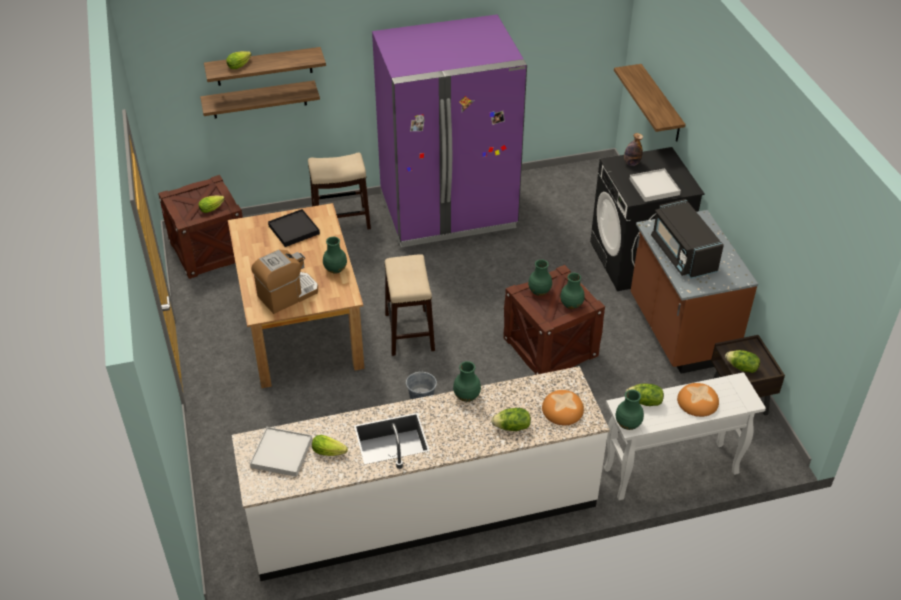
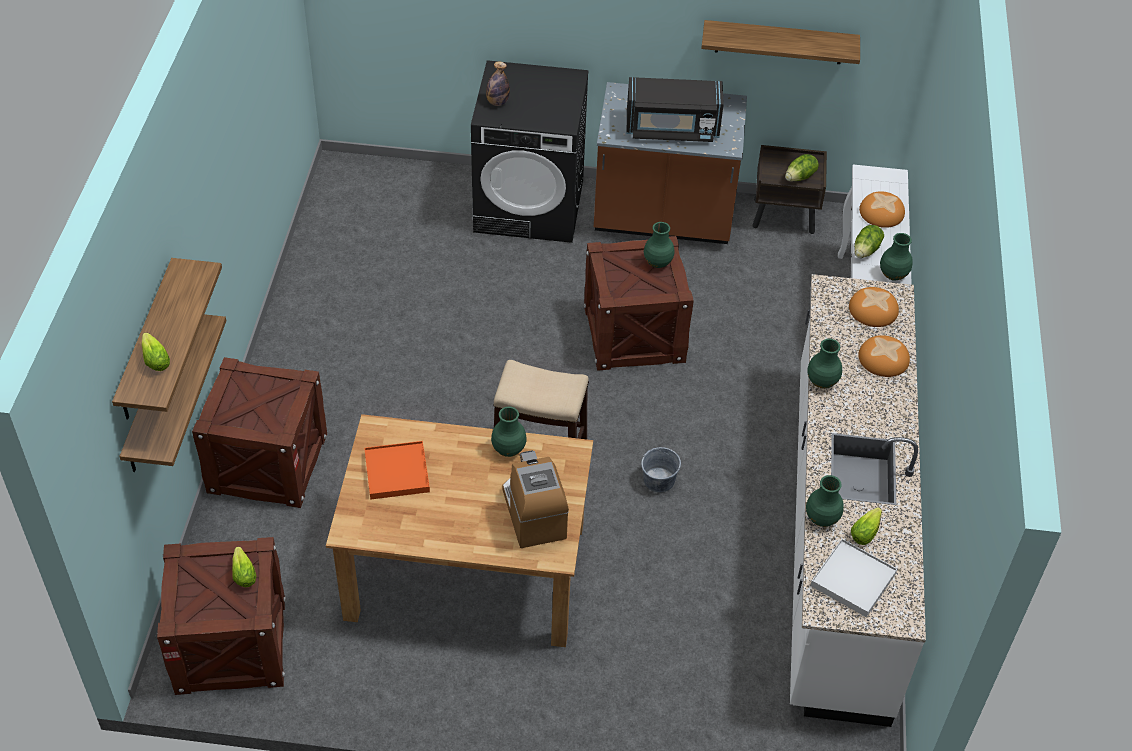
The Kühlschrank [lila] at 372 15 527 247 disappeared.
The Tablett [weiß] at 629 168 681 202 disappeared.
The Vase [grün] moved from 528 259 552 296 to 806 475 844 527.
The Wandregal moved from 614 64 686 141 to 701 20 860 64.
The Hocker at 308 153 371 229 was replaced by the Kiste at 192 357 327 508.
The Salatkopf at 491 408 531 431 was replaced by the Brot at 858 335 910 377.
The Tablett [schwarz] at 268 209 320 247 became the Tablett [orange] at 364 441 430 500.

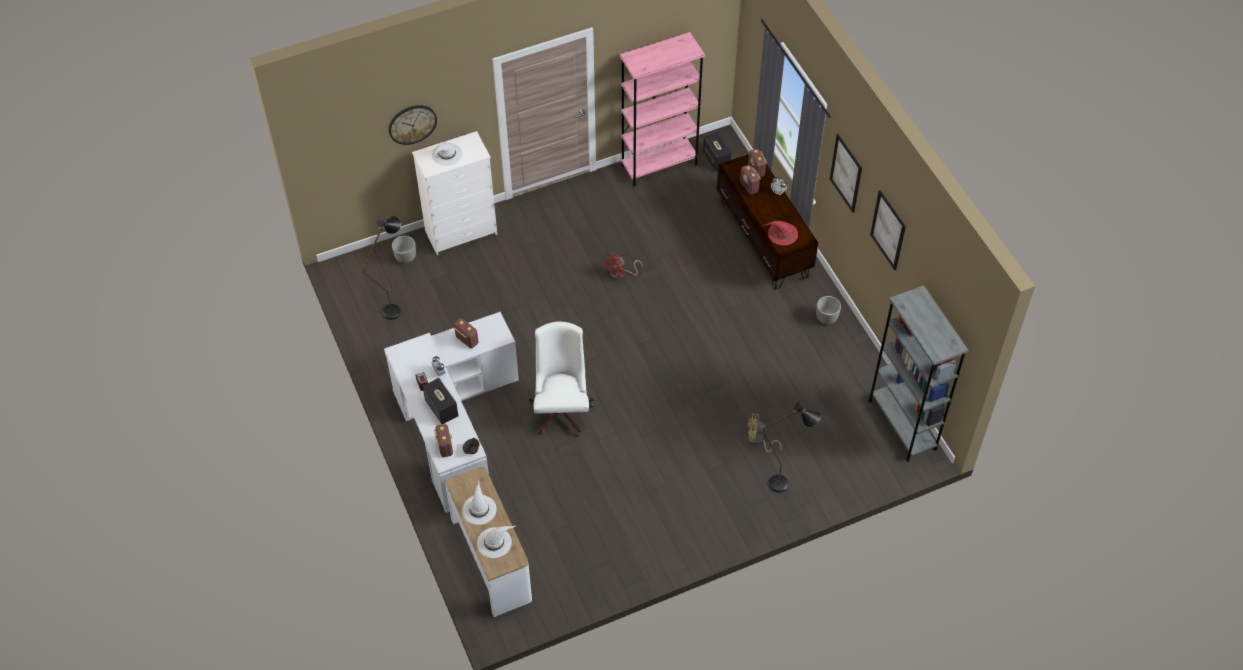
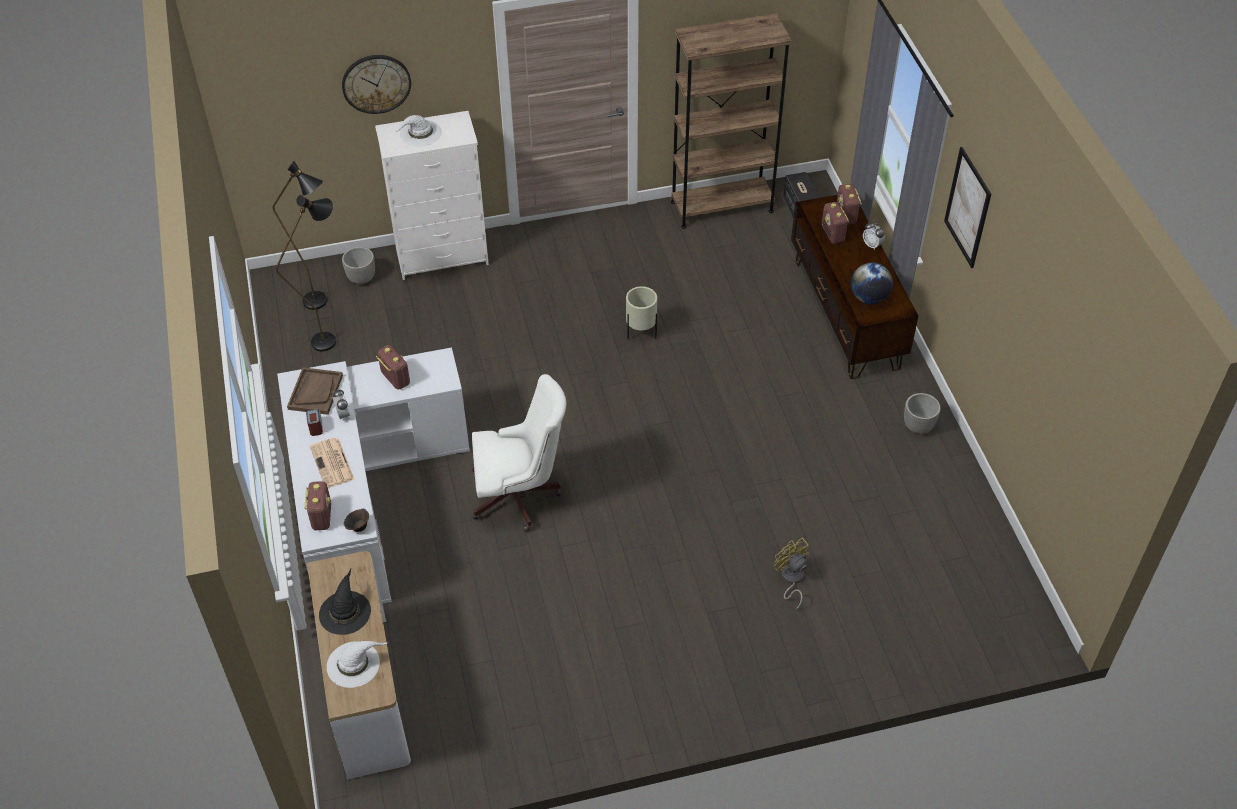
The Bücherregal [grau] at 868 285 969 462 disappeared.
The Bild at 870 190 906 270 disappeared.
The Tablett [braun] at 287 367 343 415 appeared.
The Stehlampe [schwarz] moved from 763 402 821 493 to 273 161 327 310.
The Lautsprecher at 423 378 458 424 was replaced by the Zeitung at 310 438 354 488.
The Ventilator [rot] at 603 252 643 279 was replaced by the Pflanzkübel [beige] at 626 286 657 339.
The Hut [rot] at 763 221 798 245 was replaced by the Globus at 851 263 893 304.
The Hut [weiß] at 462 480 496 525 became the Hut [schwarz] at 319 569 371 635.
The Bücherregal [rosa] at 620 32 705 187 became the Bücherregal [braun] at 671 13 792 229.
The Bürostuhl [weiß] at 529 322 594 436 turned 75 degrees clockwise.
The Ventilator [gelb] at 748 414 782 452 turned 45 degrees clockwise.

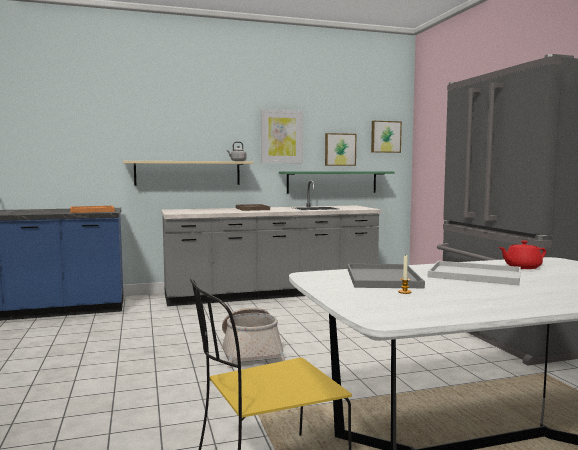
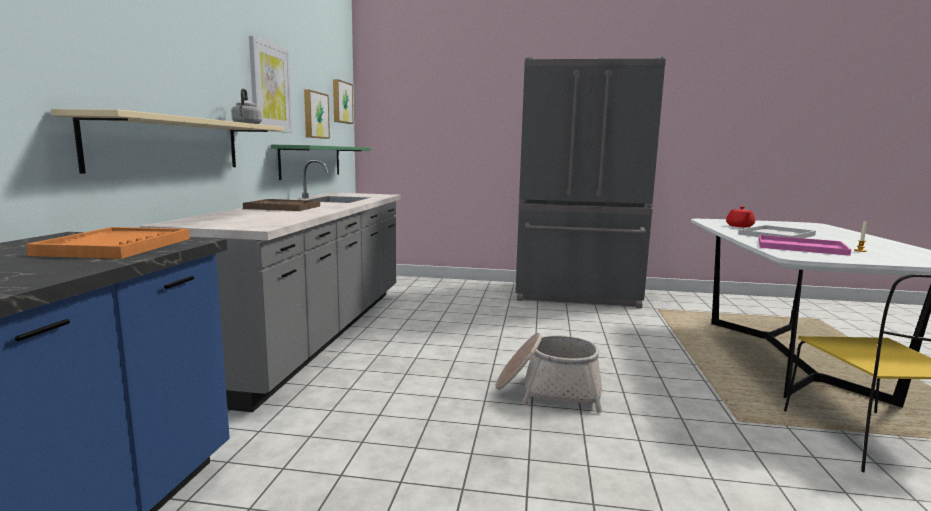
The Tablett [grau] at 348 264 425 288 became the Tablett [rosa] at 758 235 851 256.

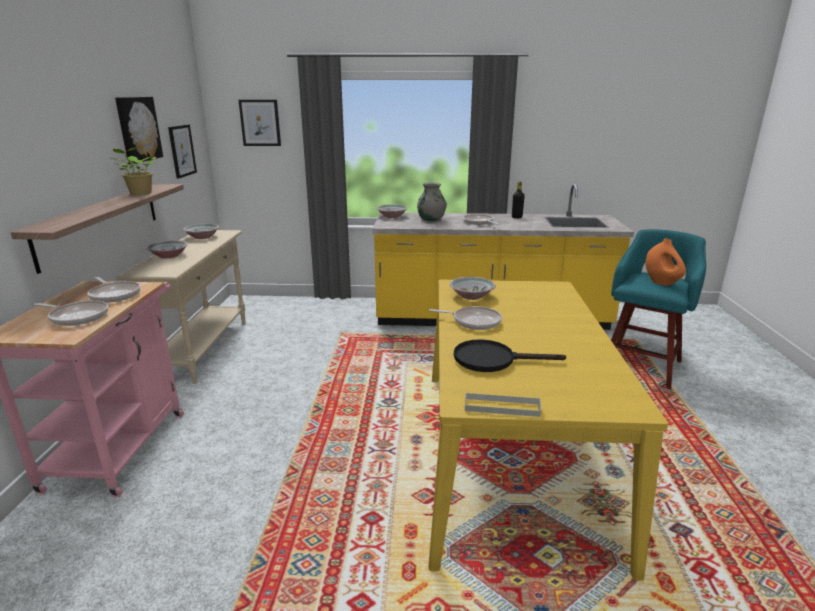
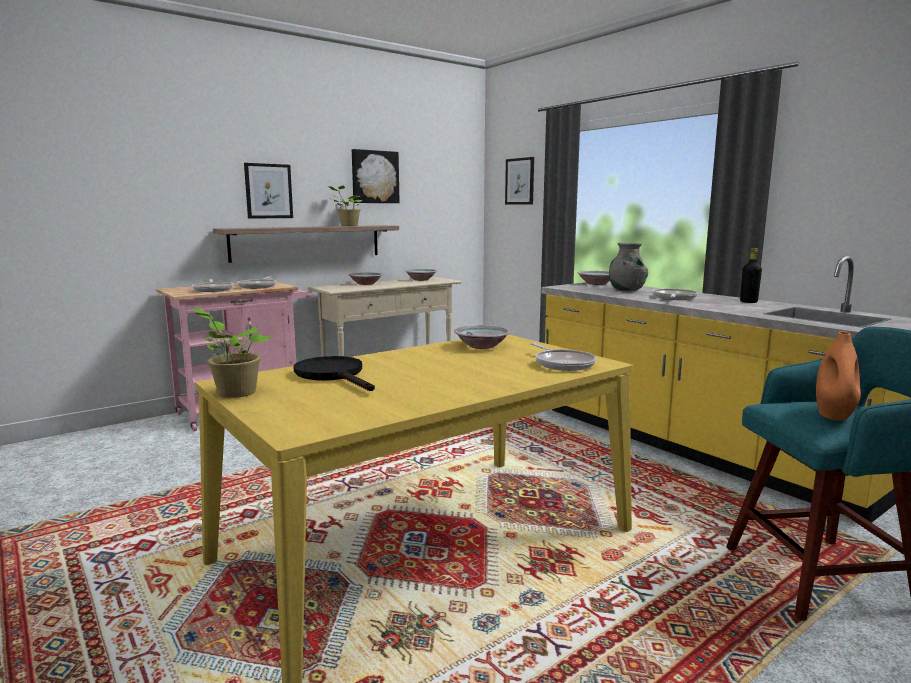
The Bild moved from 168 124 197 179 to 244 163 293 219.
The Pfanne moved from 429 306 502 330 to 530 343 596 371.
The Tablett [grau] at 465 393 541 417 was replaced by the Topfpflanze at 194 308 271 398.

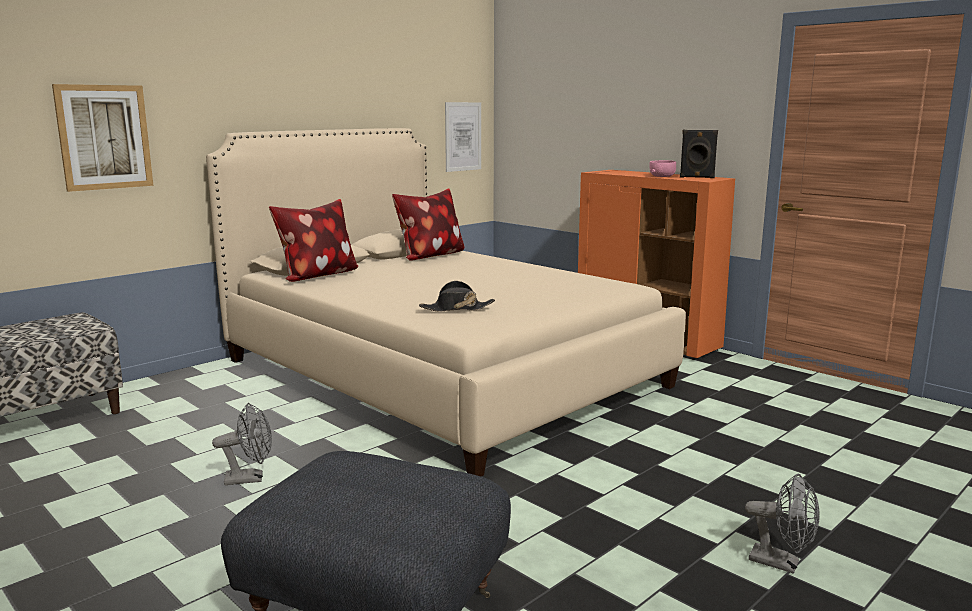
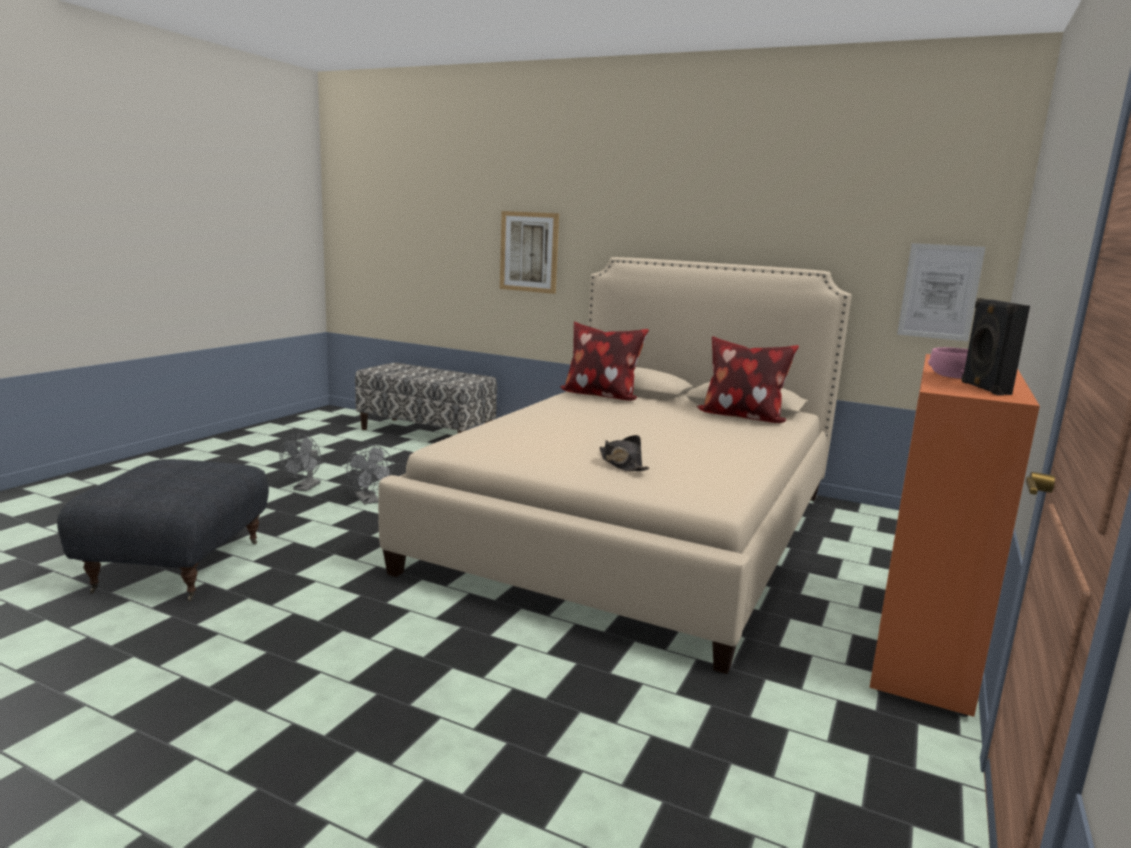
The Hut [schwarz] moved from 419 281 495 312 to 599 435 649 471.
The Ventilator [grau] moved from 745 474 820 574 to 280 434 321 491.

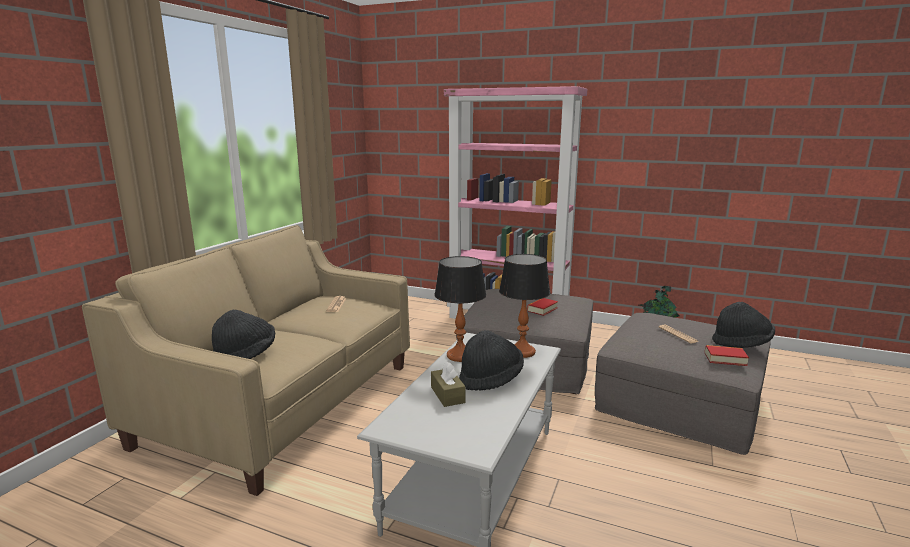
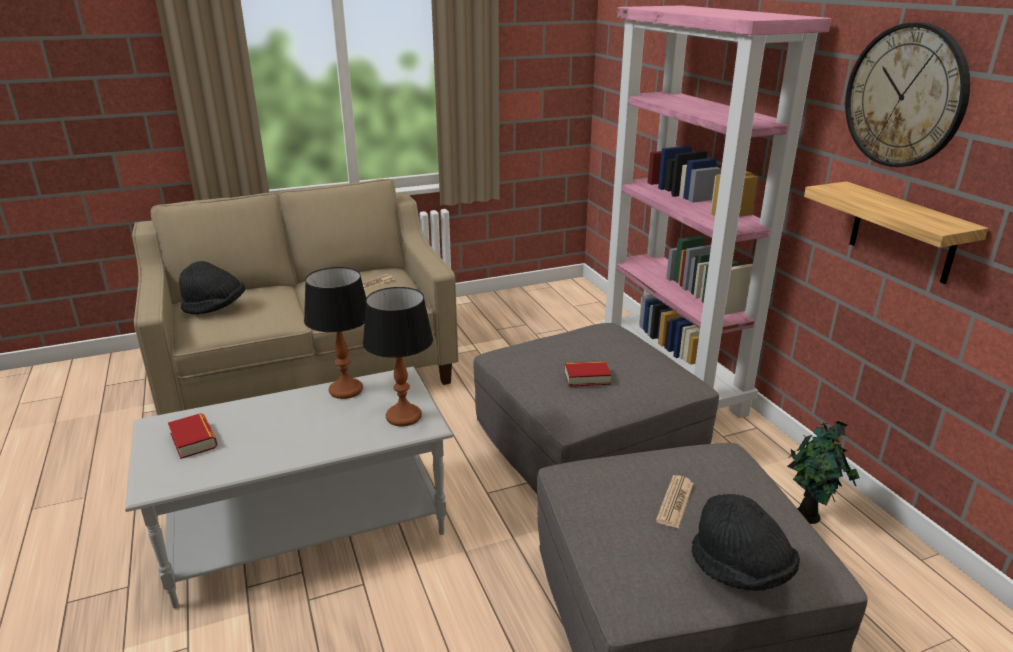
The Taschentuchbox [braun] at 431 362 466 407 disappeared.
The Hut [schwarz] at 459 330 524 390 disappeared.
The Wandregal at 804 182 988 284 appeared.
The Wanduhr at 845 23 970 167 appeared.
The Buch moved from 705 345 749 366 to 168 413 217 459.

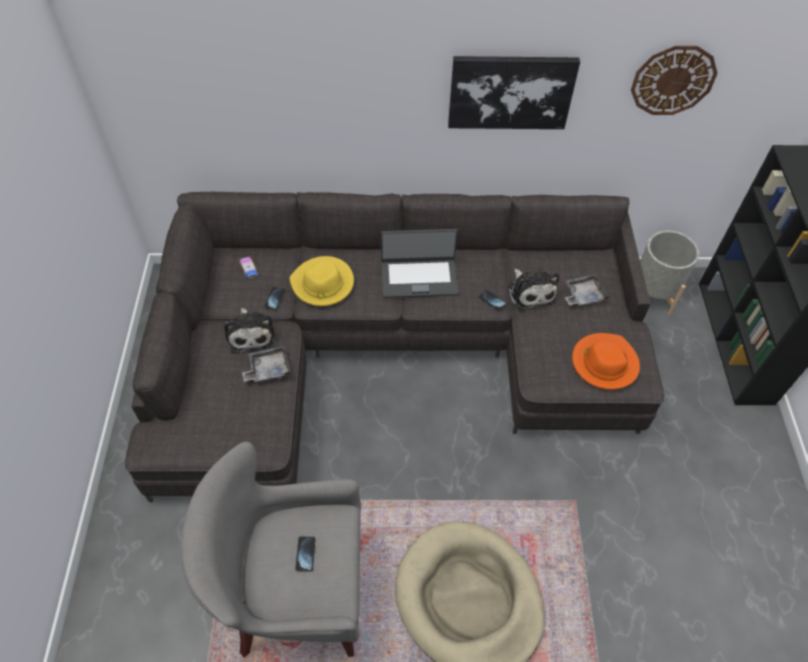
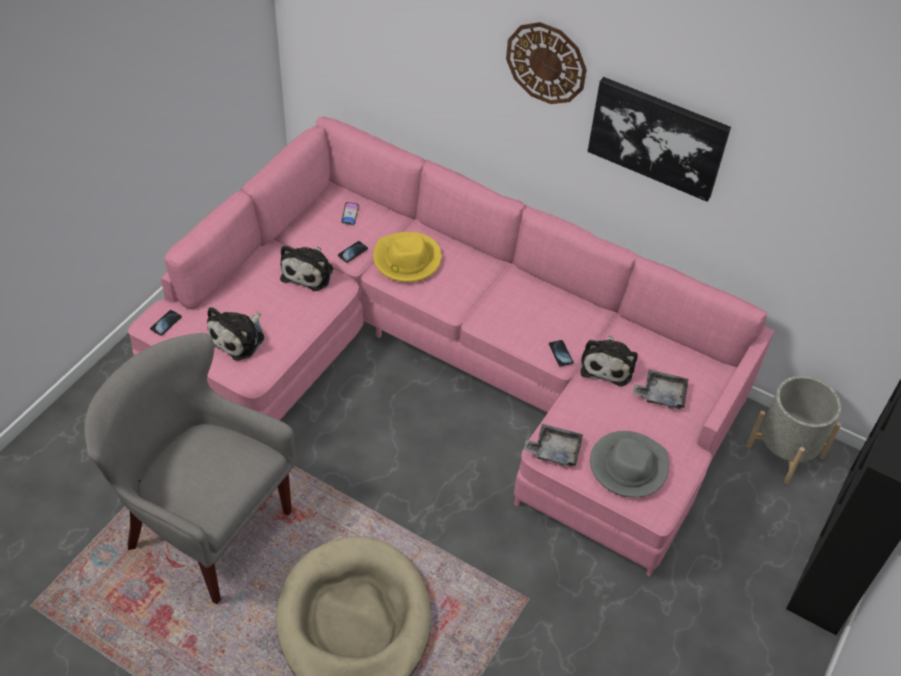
The Laptop at 381 229 459 298 disappeared.
The Plüschtier at 207 307 264 361 appeared.
The Tablett [grau] moved from 242 346 291 382 to 523 424 583 466.
The Handy moved from 295 537 315 572 to 150 310 182 336.
The Wanduhr moved from 631 46 718 115 to 506 22 587 104.
The Sofa [grau] at 125 192 664 502 became the Sofa [rosa] at 128 116 774 577.
The Hut [orange] at 572 333 640 390 became the Hut [grau] at 590 431 669 498.

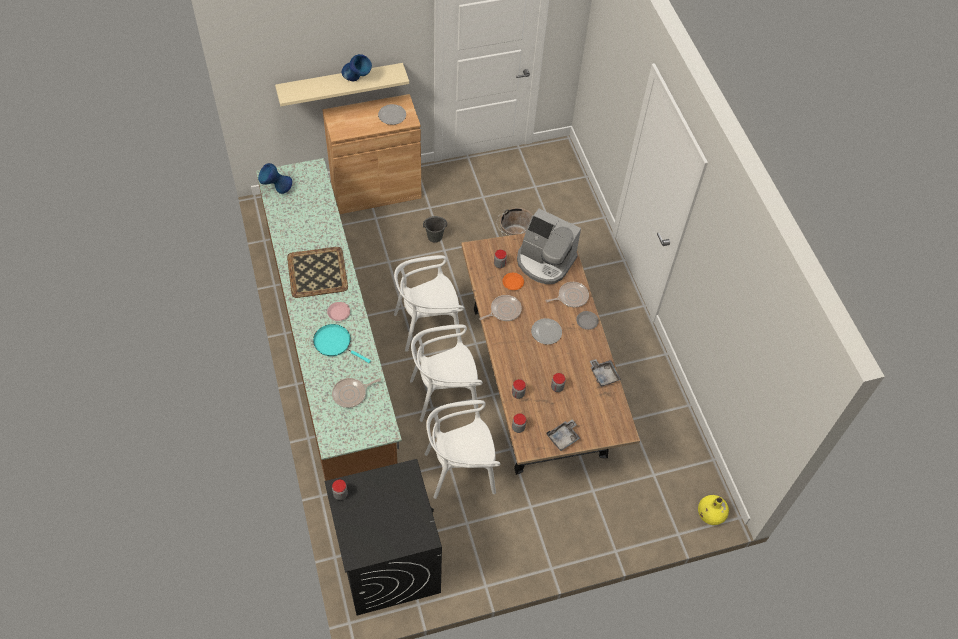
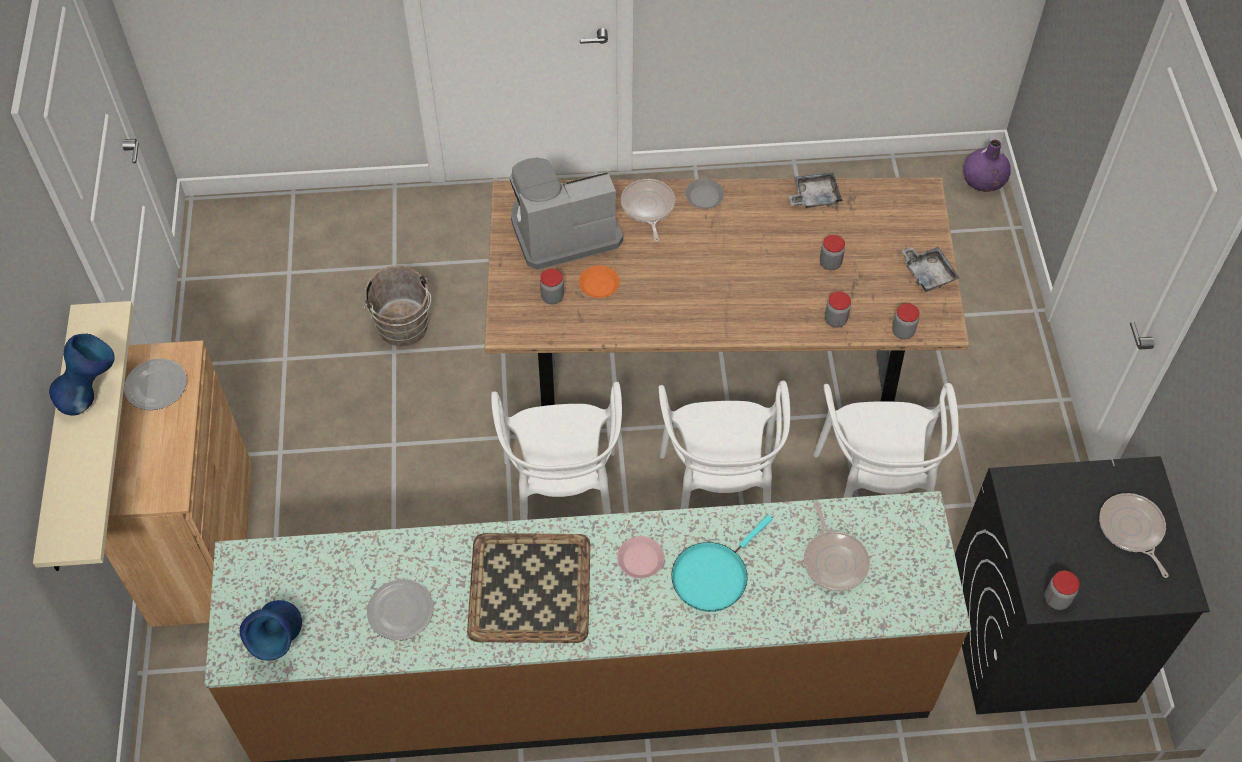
The Eimer [grau] at 423 216 447 243 disappeared.
The Pfanne moved from 479 295 522 321 to 1099 493 1169 578.
The Teller moved from 531 318 562 345 to 367 579 434 640.
The Vase [gelb] at 698 495 729 525 became the Vase [lila] at 963 140 1011 192.
The Kaffeemaschine at 517 209 581 284 turned 150 degrees counterclockwise.

